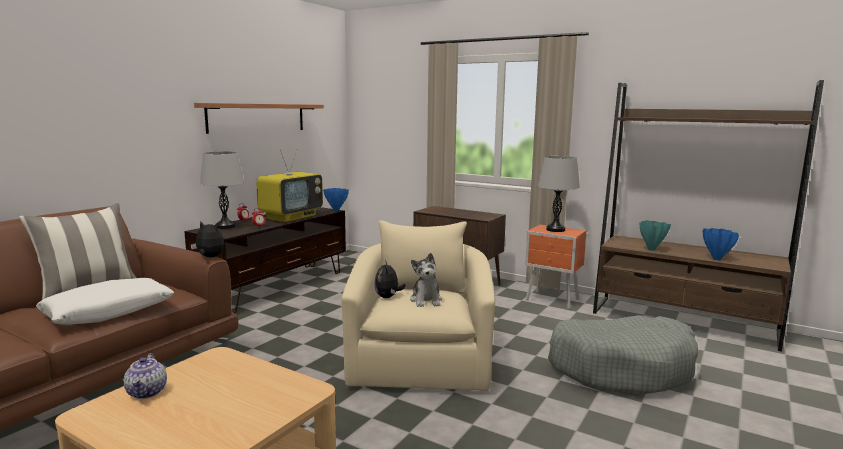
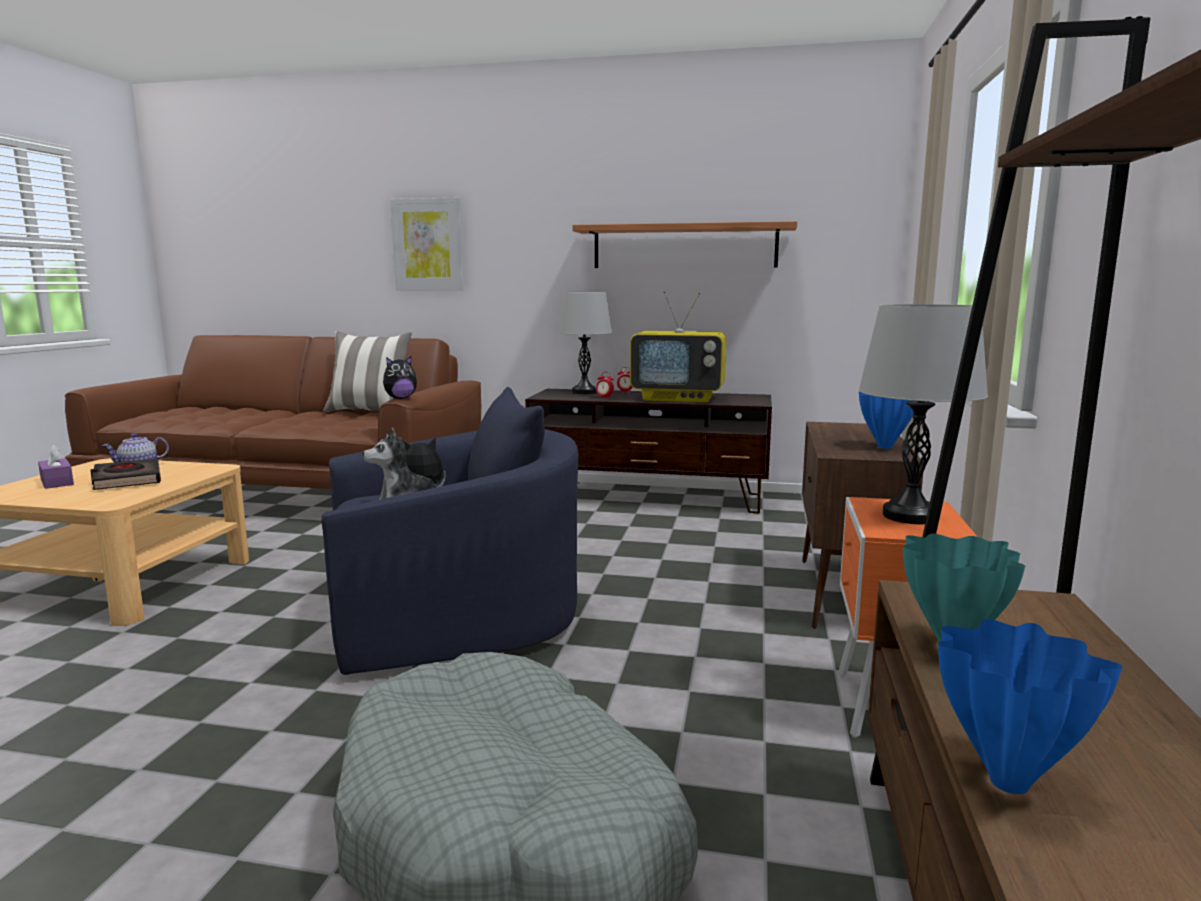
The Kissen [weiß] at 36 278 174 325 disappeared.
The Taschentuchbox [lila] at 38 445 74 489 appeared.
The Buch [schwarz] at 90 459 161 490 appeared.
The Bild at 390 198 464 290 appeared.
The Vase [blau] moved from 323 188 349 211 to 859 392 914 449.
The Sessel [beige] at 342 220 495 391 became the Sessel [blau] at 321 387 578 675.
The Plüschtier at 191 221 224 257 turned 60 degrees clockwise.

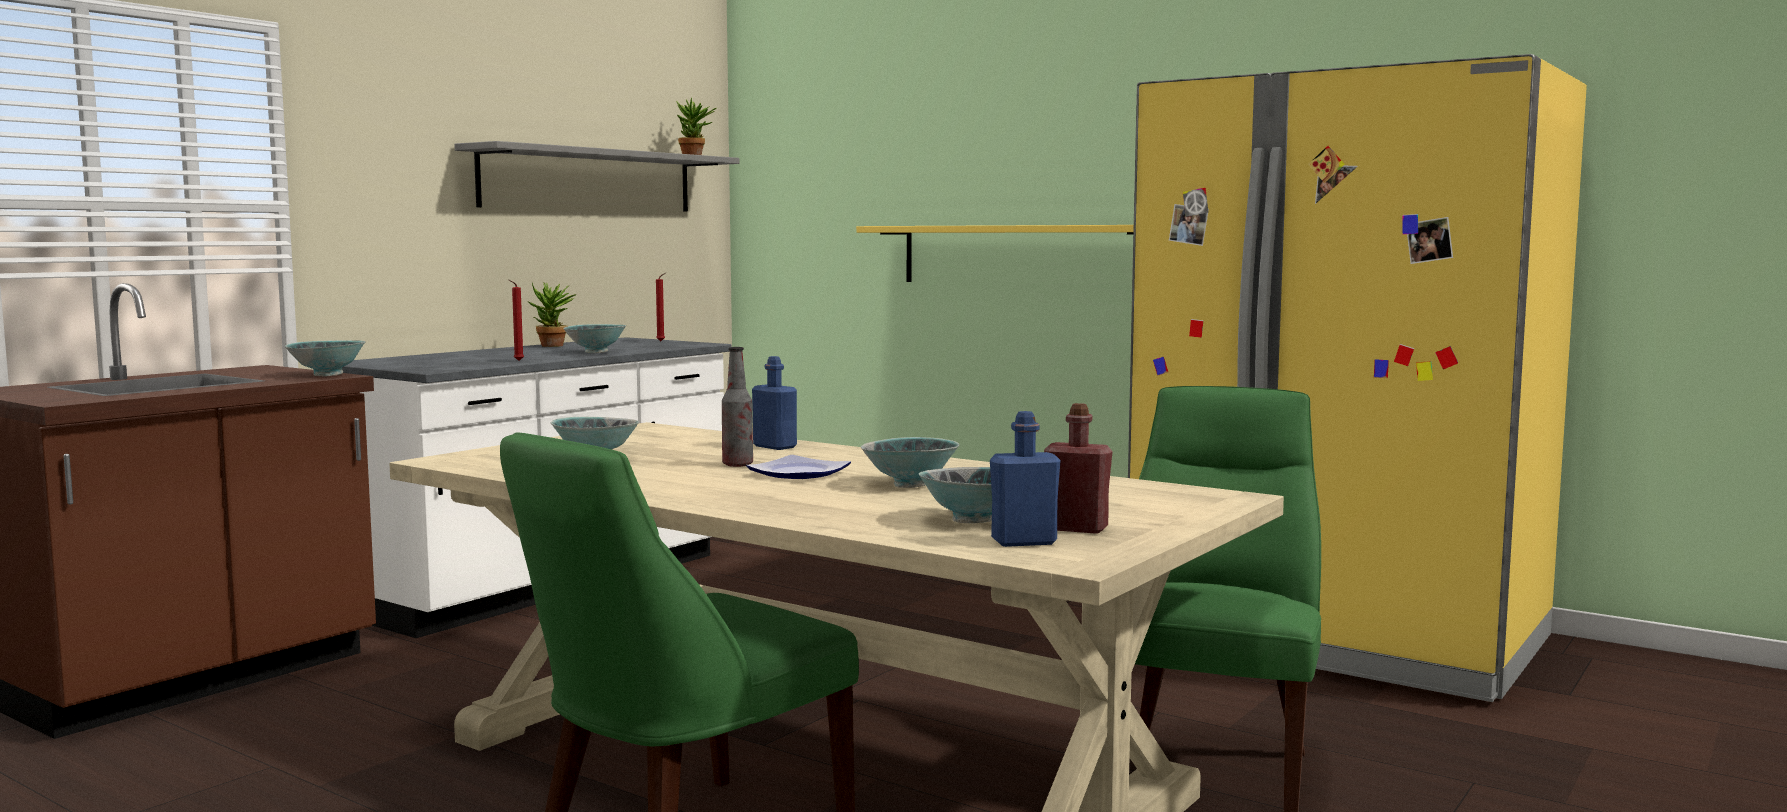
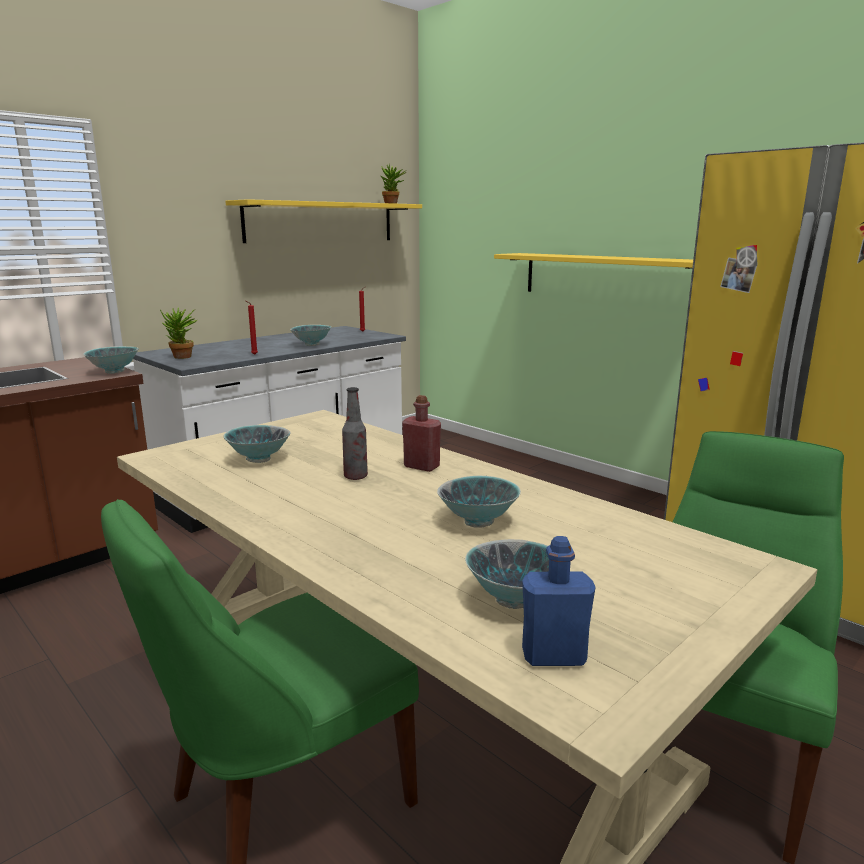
The Teller at 746 455 851 479 disappeared.
The Flasche [blau] at 752 356 797 450 disappeared.
The Topfpflanze moved from 528 283 576 347 to 160 307 197 359.
The Flasche [rot] moved from 1044 403 1113 534 to 402 395 441 472.
The Wandregal [grau] at 454 141 739 212 became the Wandregal [gelb] at 225 199 422 243.

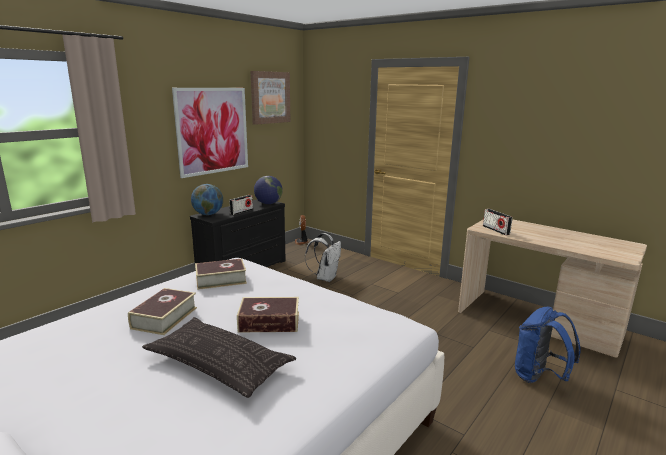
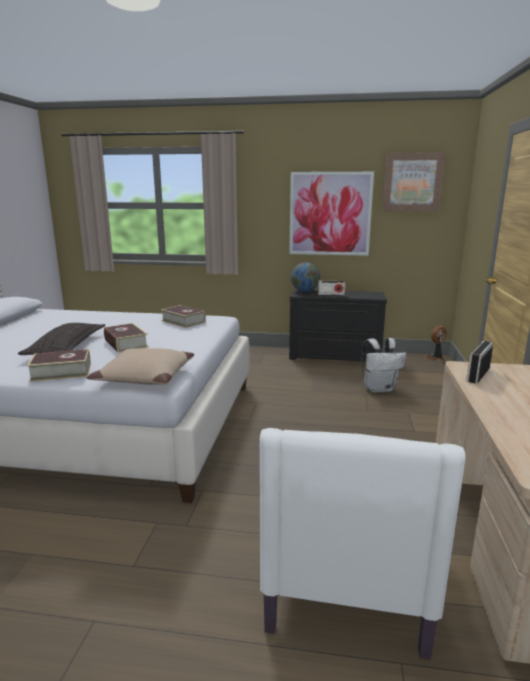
The Globus at 254 176 283 204 disappeared.
The Kissen [beige] at 87 348 194 385 appeared.
The Buch moved from 128 288 197 335 to 27 349 91 382.
The Rucksack [blau] at 515 307 581 383 was replaced by the Sessel [weiß] at 260 428 465 660.

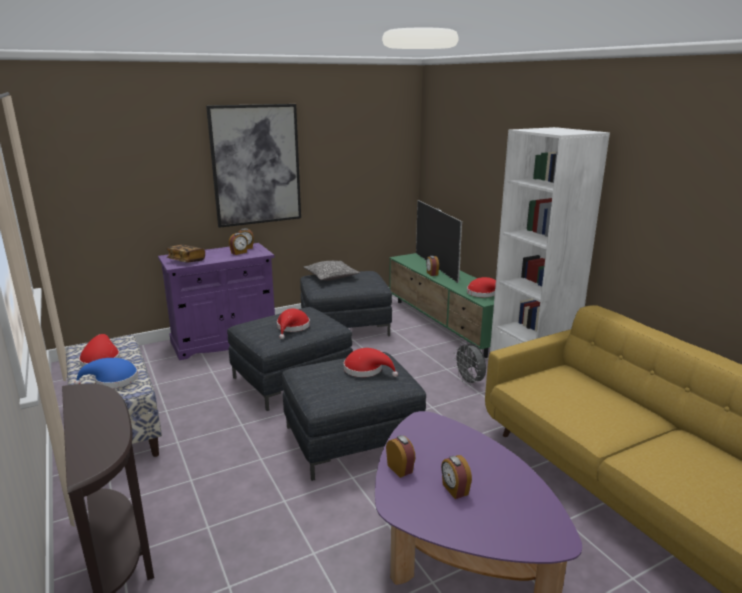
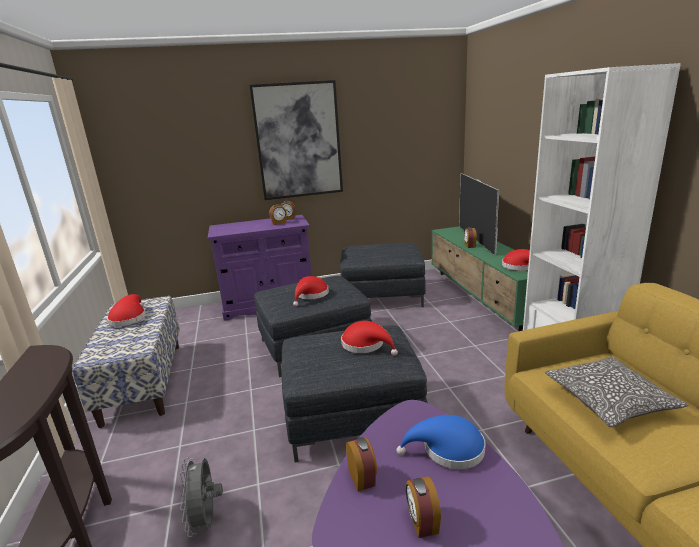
The Buch at 166 245 205 263 disappeared.
The Hut [blau] moved from 74 358 138 388 to 397 415 485 469.
The Kissen moved from 303 261 360 281 to 545 357 688 427.
The Ventilator [grau] moved from 453 342 486 386 to 179 457 223 537.

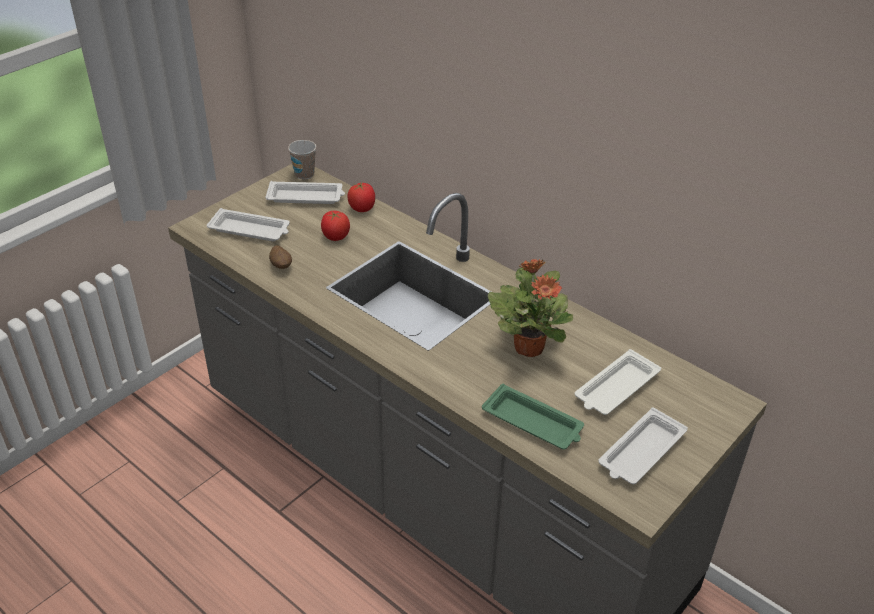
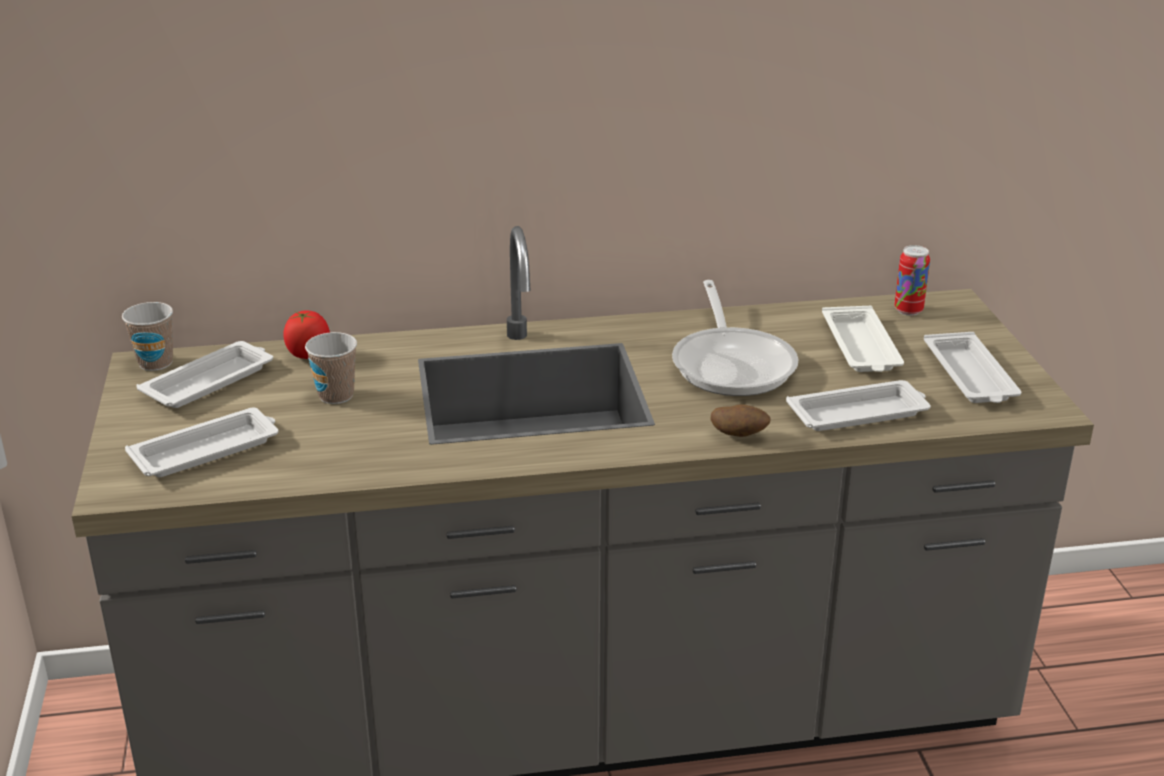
The Dose at 894 245 930 316 appeared.
The Kartoffel moved from 269 245 292 269 to 711 404 771 437.
The Tomate at 321 211 350 241 was replaced by the Tasse at 305 332 357 404.
The Topfpflanze at 488 259 573 357 was replaced by the Pfanne at 672 280 798 396.
The Tablett [grün] at 482 384 584 449 became the Tablett [weiß] at 786 380 930 431.

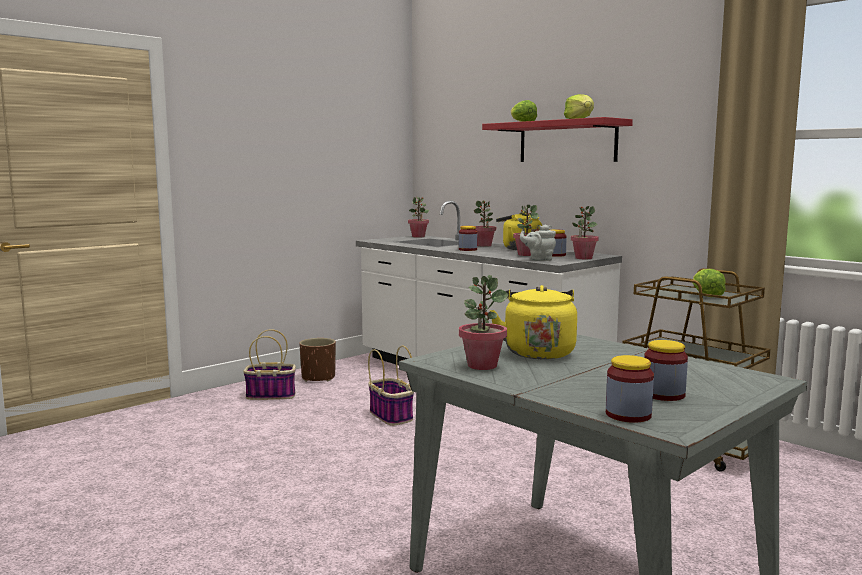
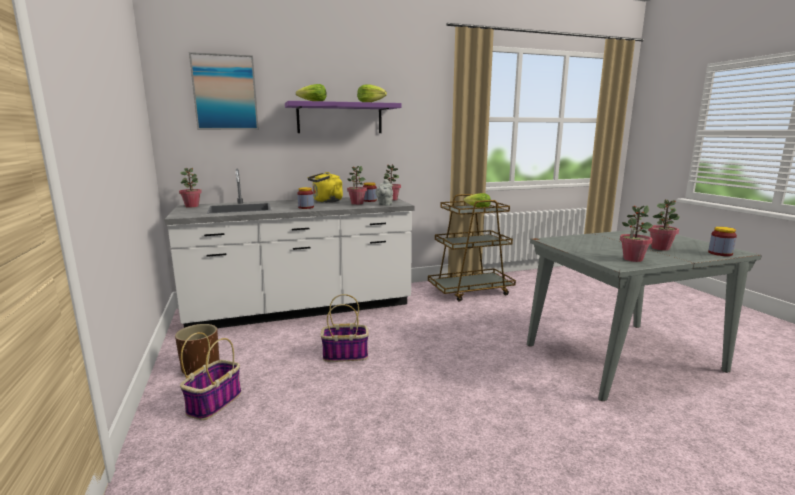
The Wasserkessel [gelb] at 490 285 577 359 disappeared.
The Vorratsglas at 644 340 688 401 disappeared.
The Bild at 189 52 259 130 appeared.
The Topfpflanze moved from 474 200 496 247 to 648 199 680 251.
The Wandregal [rot] at 482 117 633 162 became the Wandregal [lila] at 285 101 402 133.

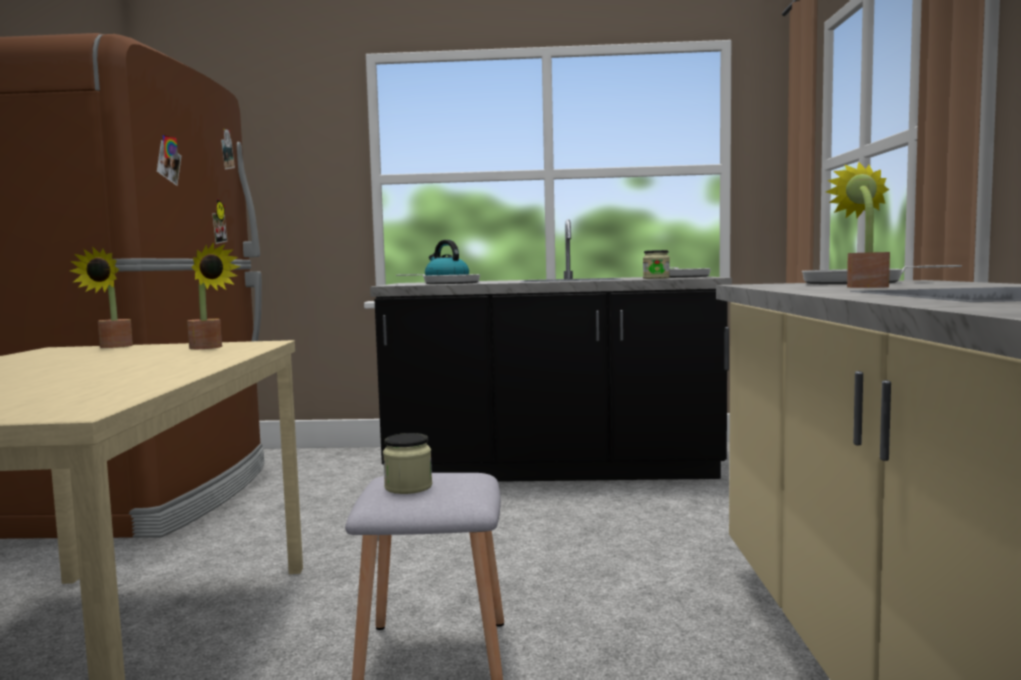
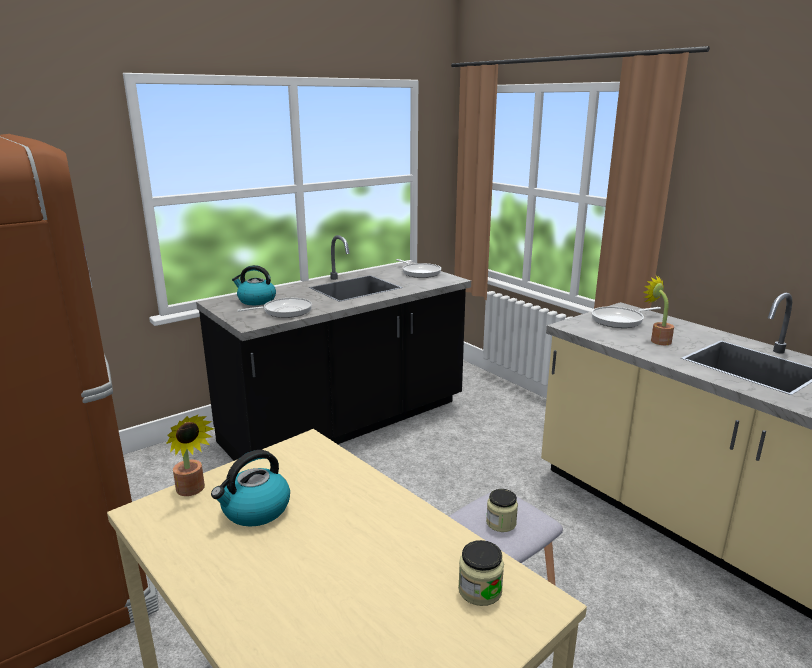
The Topfpflanze at 187 243 241 349 disappeared.
The Wasserkessel at 211 450 290 527 appeared.
The Vorratsglas moved from 643 250 670 279 to 458 540 504 606.

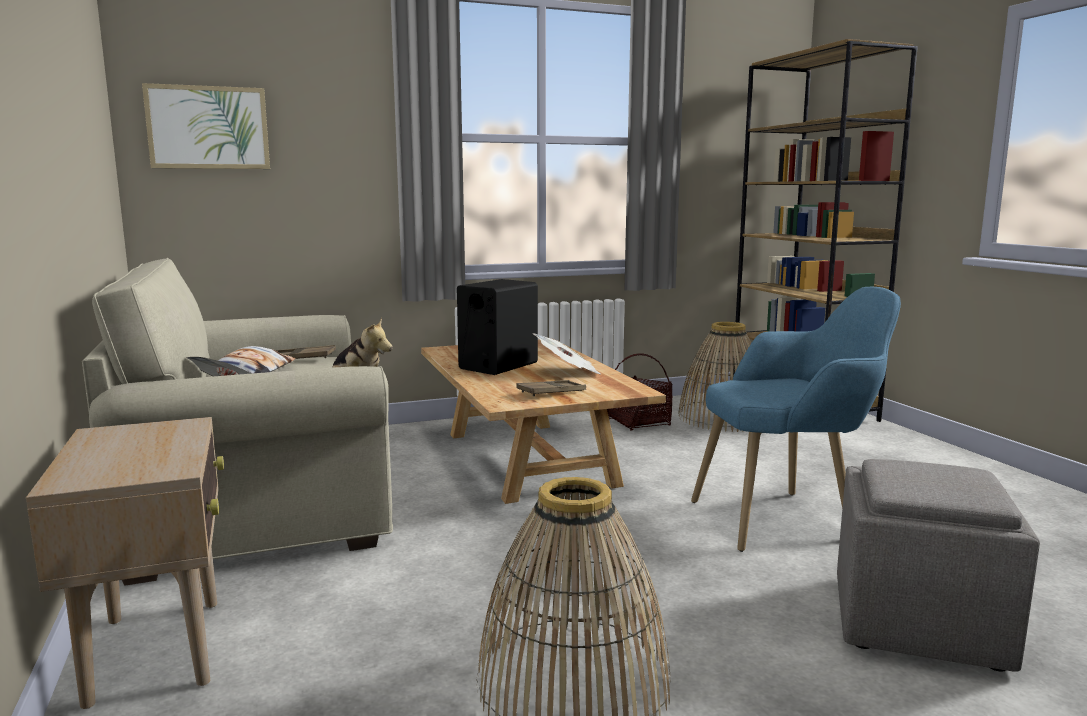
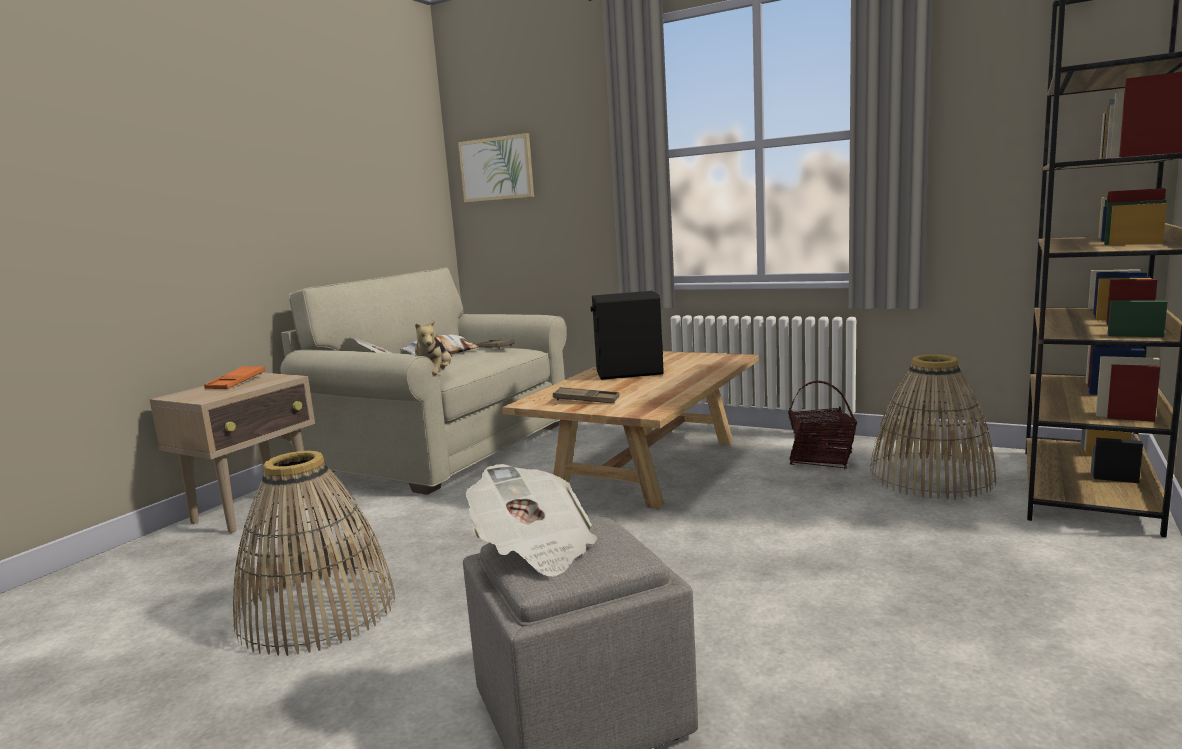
The Sessel [blau] at 691 287 901 552 disappeared.
The Tablett [orange] at 204 366 266 389 appeared.
The Zeitung moved from 533 333 602 375 to 465 464 597 577.

